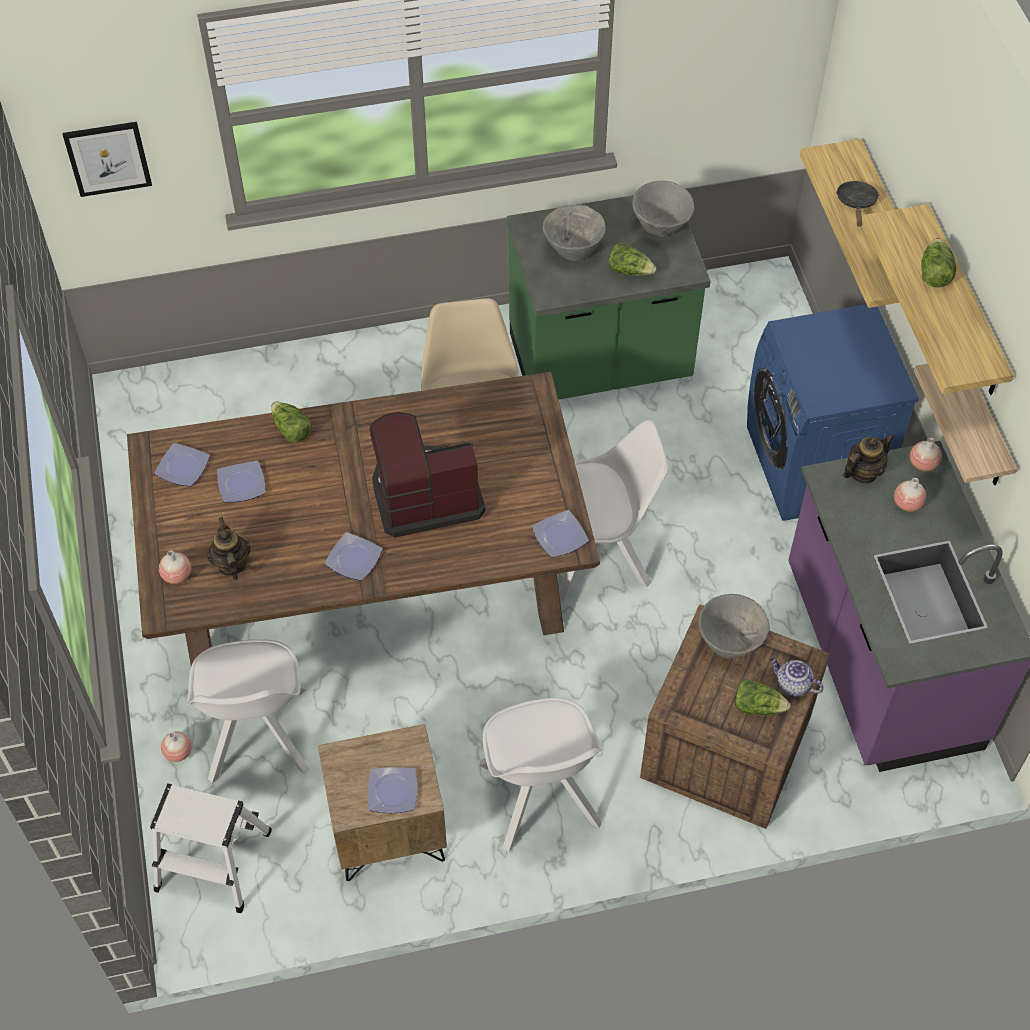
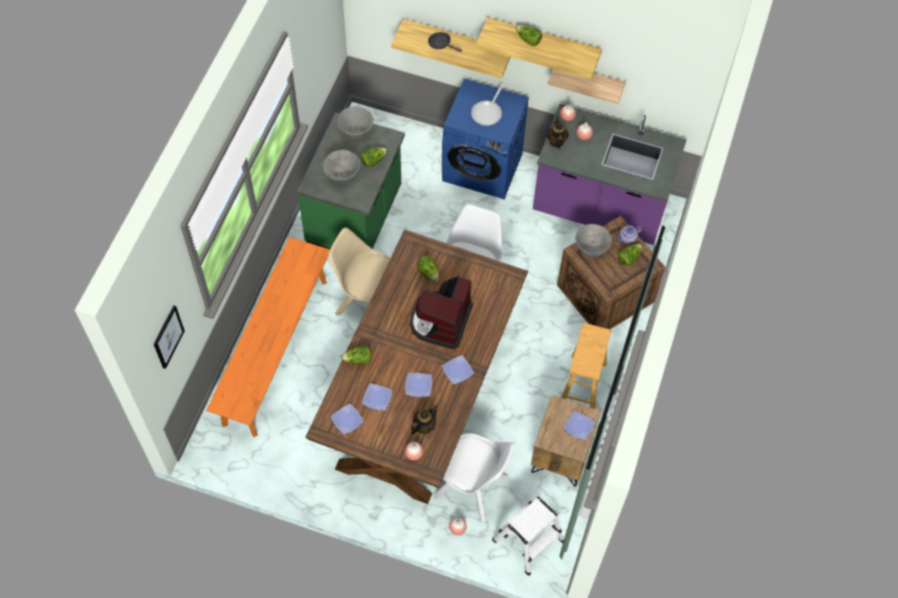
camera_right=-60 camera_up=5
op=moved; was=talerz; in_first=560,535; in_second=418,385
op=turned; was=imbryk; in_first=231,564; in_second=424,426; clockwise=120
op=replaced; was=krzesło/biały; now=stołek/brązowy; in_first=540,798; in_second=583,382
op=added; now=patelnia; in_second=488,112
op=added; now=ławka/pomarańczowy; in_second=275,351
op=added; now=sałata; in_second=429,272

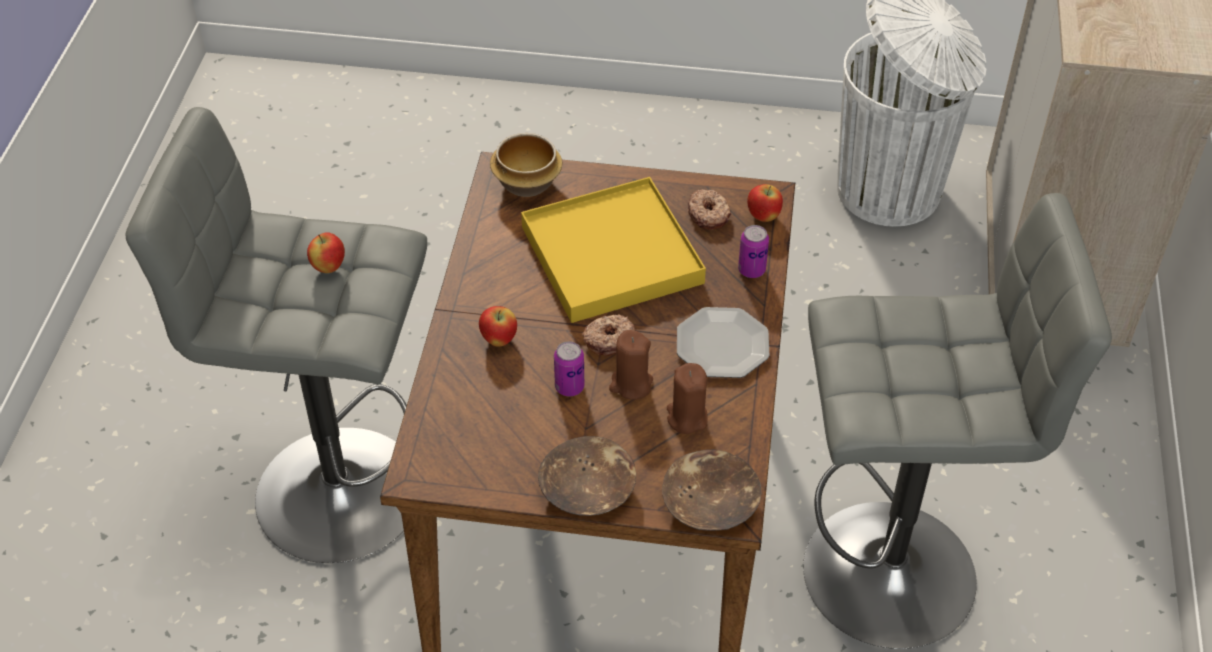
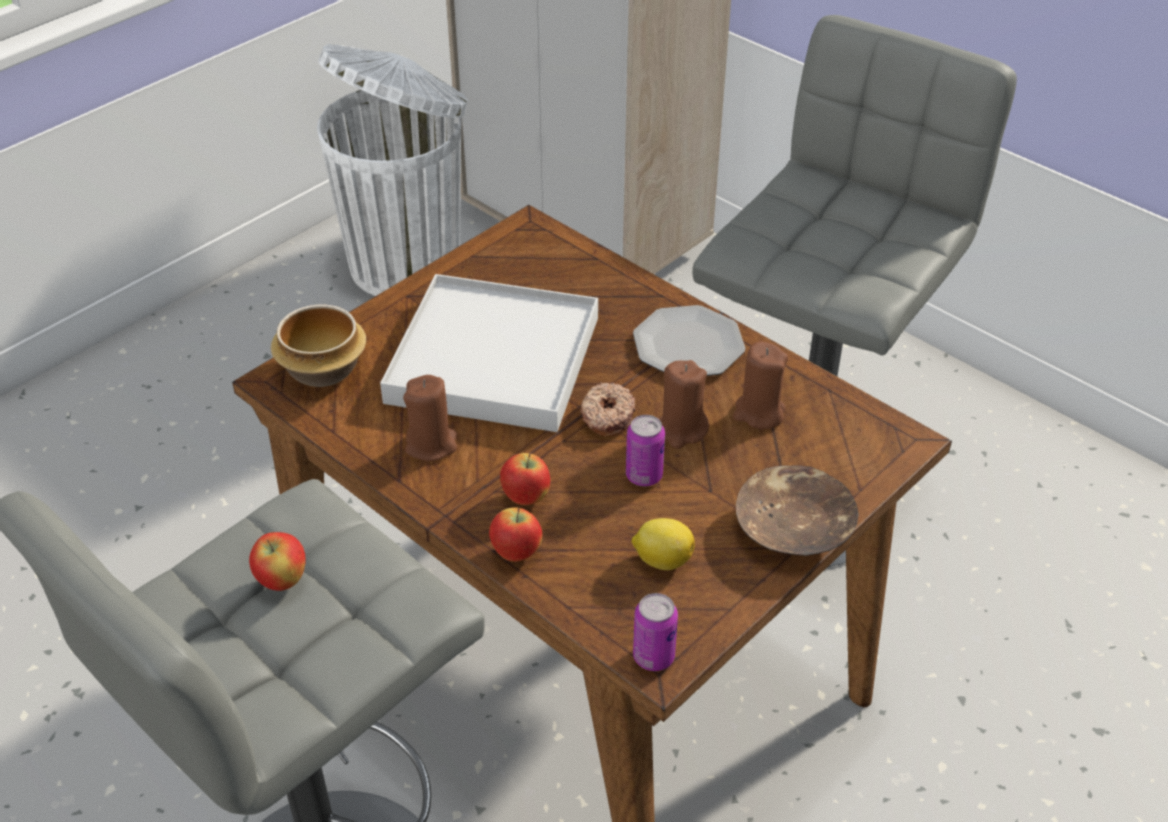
camera_right=-55 camera_up=-5
op=recoloured; was=taca/żółty; now=taca/biały; in_first=611,255; in_second=494,360
op=moved; was=jabłko; in_first=763,216; in_second=516,553
op=removed; was=donut; in_first=709,214
op=moved; was=puszka; in_first=751,270; in_second=653,657
op=removed; was=miska/brązowy; in_first=711,502
op=added; now=świeca/brązowy; in_second=431,444
op=added; now=cytryna; in_second=662,559

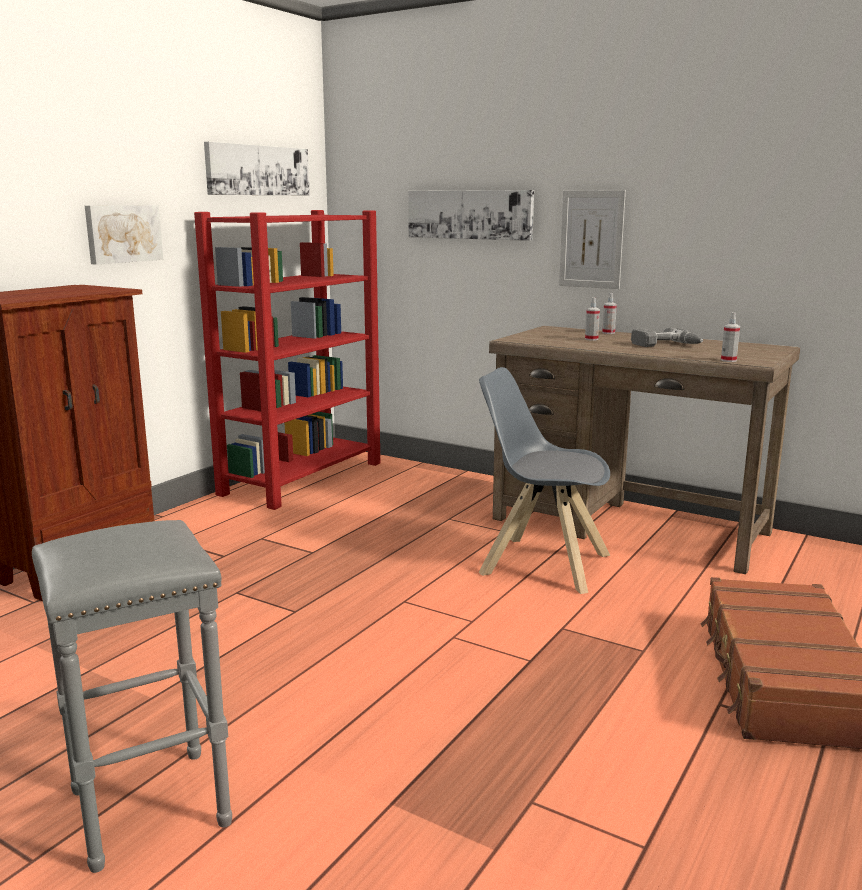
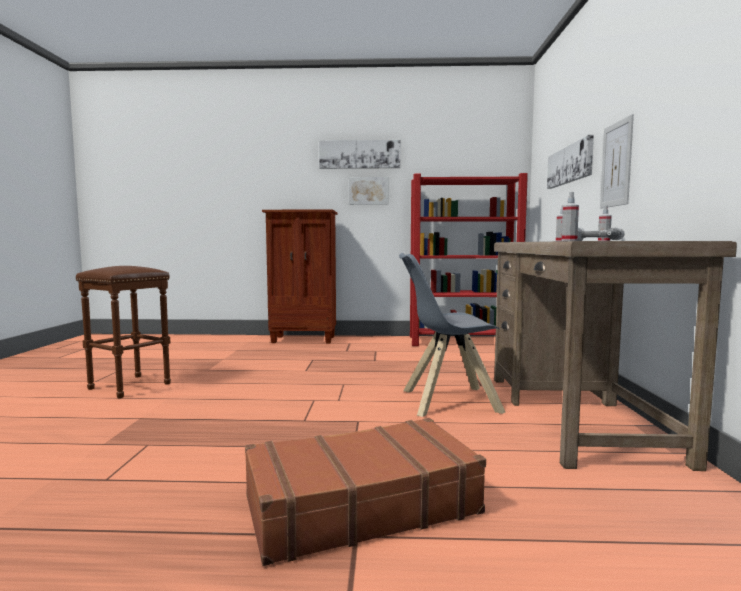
camera_right=60 camera_up=-10
op=moved; was=obraz; in_first=258,170; in_second=359,154
op=turned; was=krzesło/szary; in_first=541,564; in_second=447,401; clockwise=-90
op=recoloured; was=stołek/szary; now=stołek/brązowy; in_first=147,809; in_second=127,386

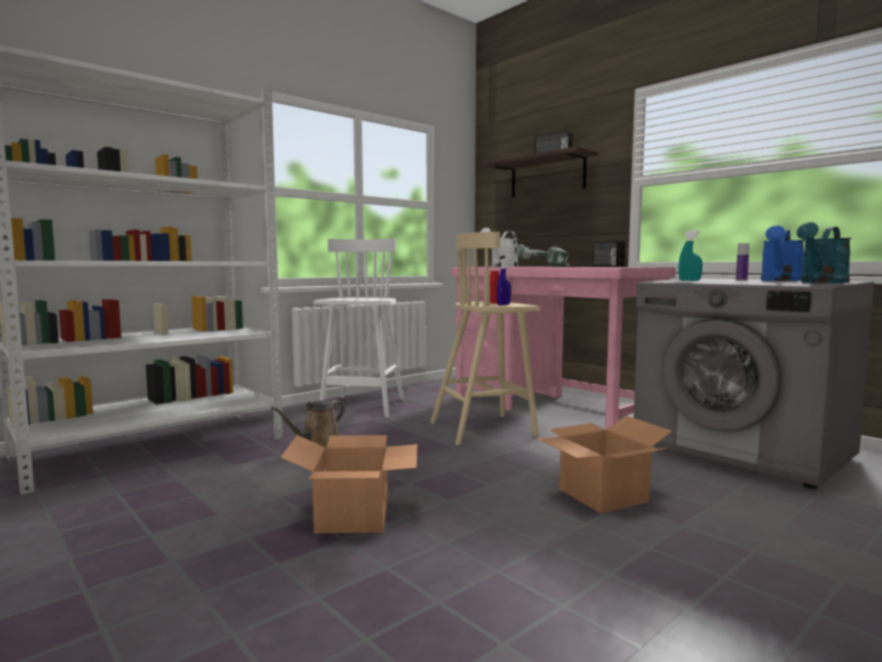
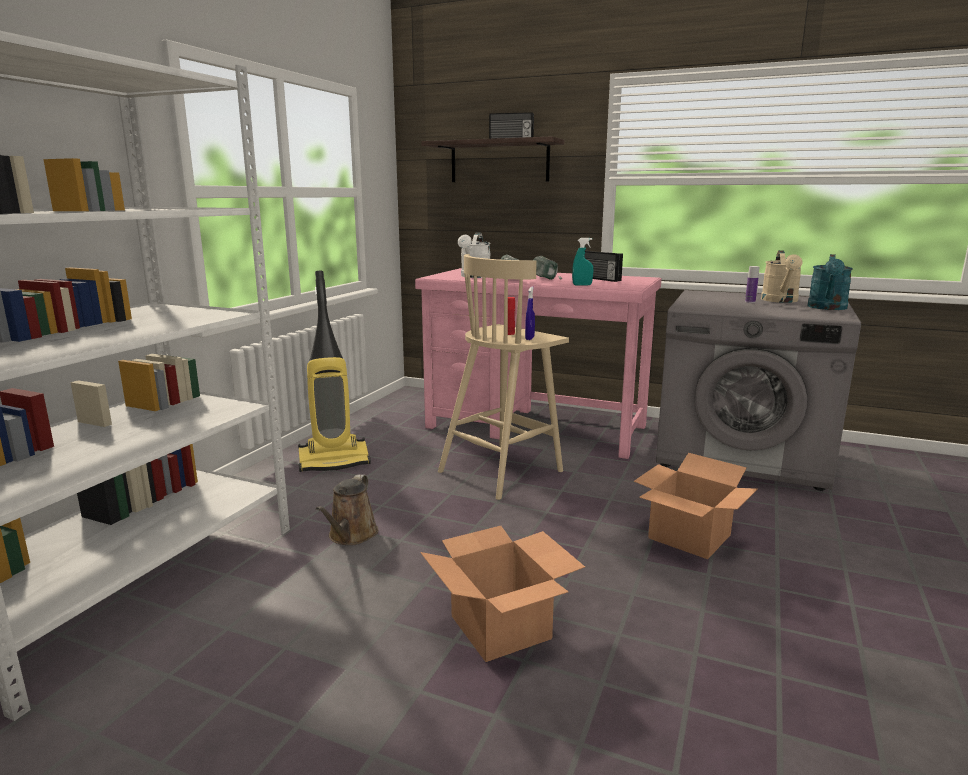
camera_right=-25 camera_up=10
op=recoloured; was=konewka/niebieski; now=konewka/beżowy; in_first=780,280; in_second=780,301
op=moved; was=spryskiwacz/turkusowy; in_first=689,280; in_second=582,285
op=replaced; was=stołek/biały; now=odkurzacz; in_first=362,407; in_second=334,461

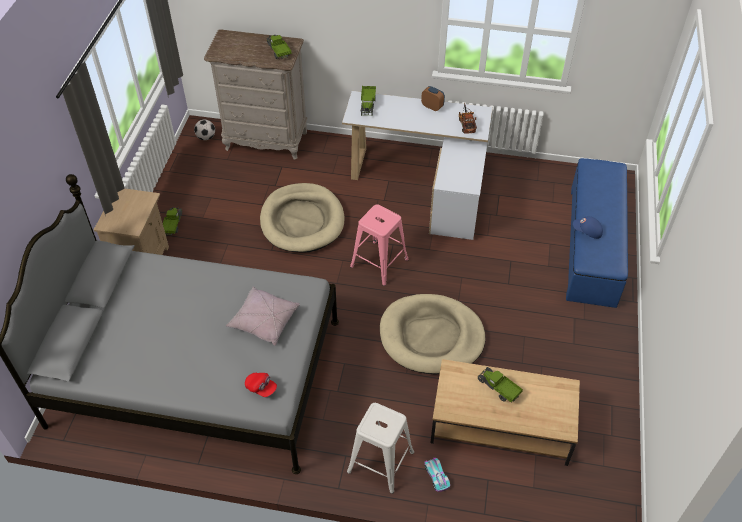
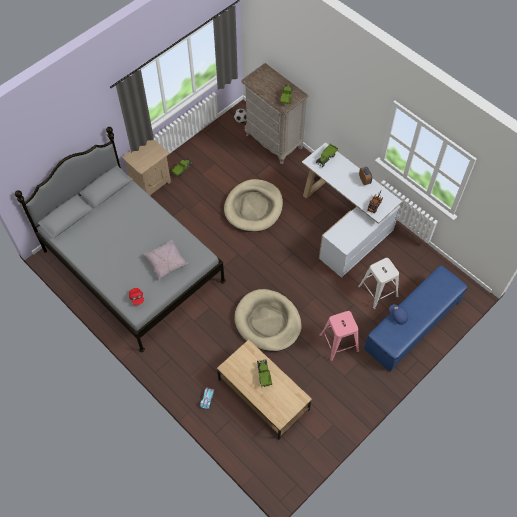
camera_right=35 camera_up=10
op=moved; was=stołek/różowy; in_first=379,263; in_second=339,343
op=moved; was=stołek/biały; in_first=380,462; in_second=378,291

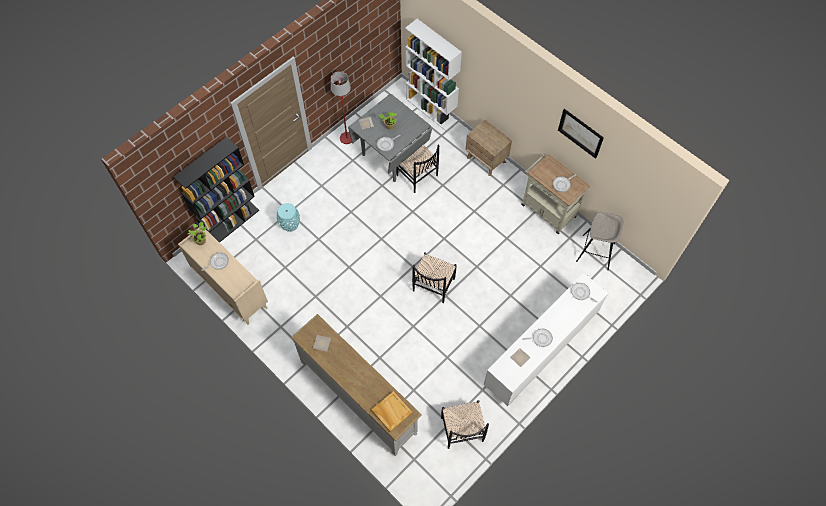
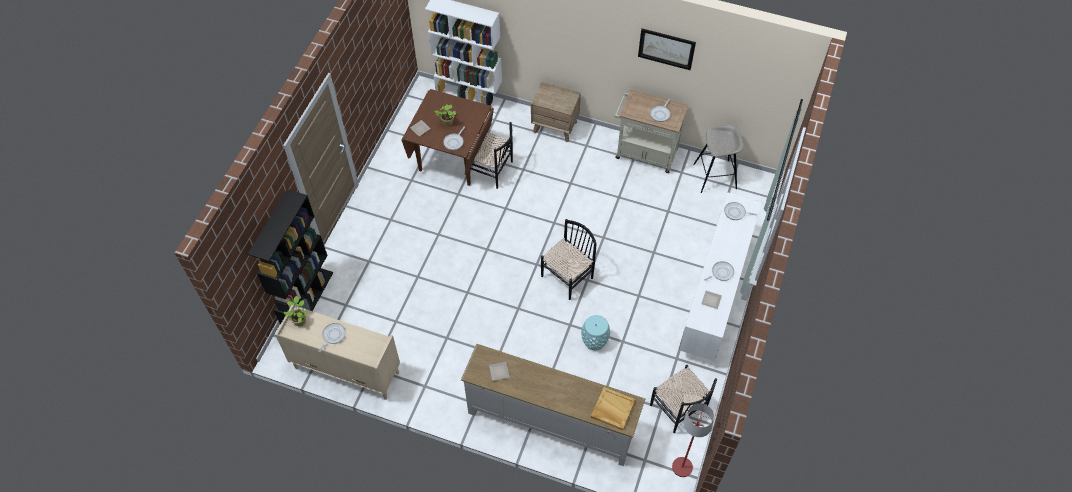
camera_right=-25 camera_up=-5
op=moved; was=lampa stojąca/czerwony; in_first=347,138; in_second=682,467
op=recoloured; was=stół jadalny/szary; now=stół jadalny/brązowy; in_first=391,157; in_second=452,161
op=moved; was=stołek/turkusowy; in_first=290,224; in_second=594,340
op=turned; was=krzesło/czarny; in_first=432,286; in_second=568,276; clockwise=-135

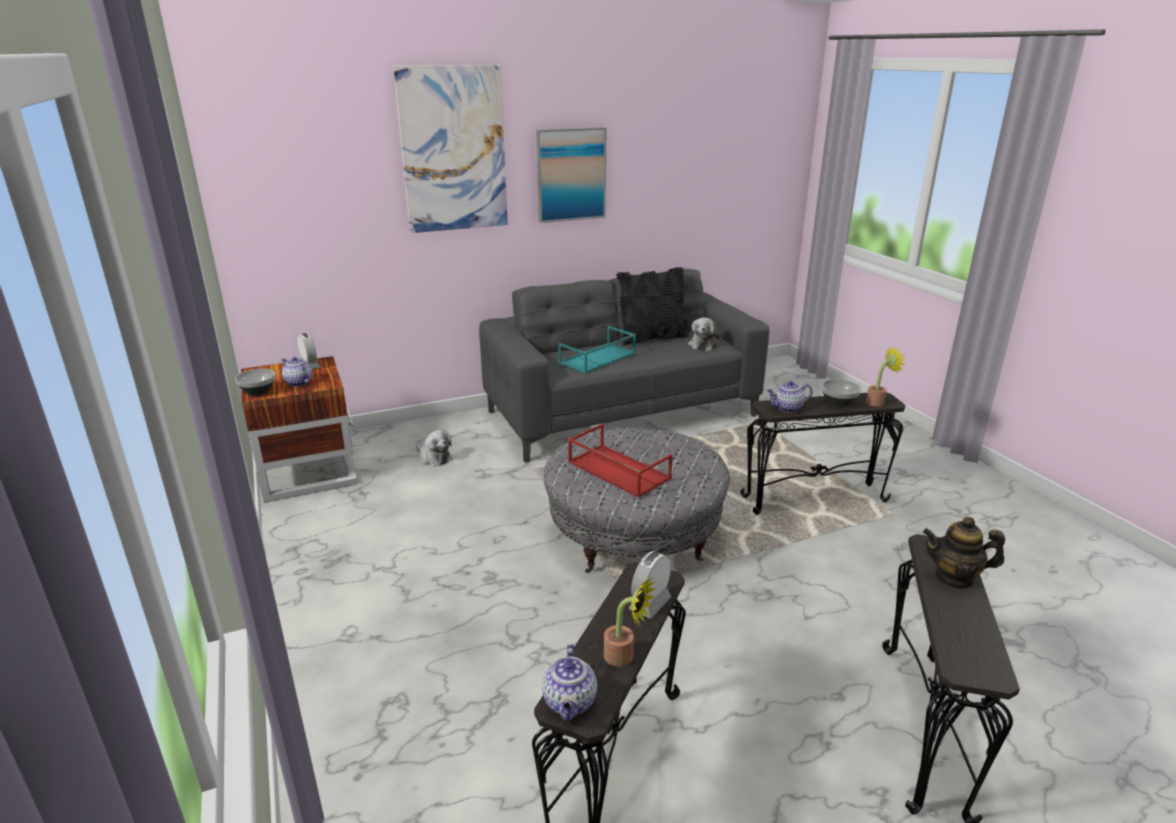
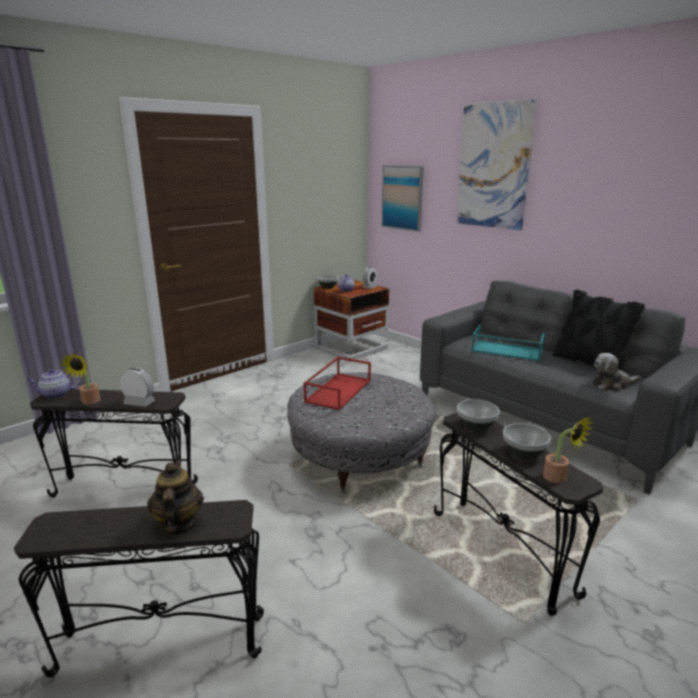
camera_right=70 camera_up=-5
op=moved; was=obraz; in_first=571,175; in_second=402,198
op=replaced; was=imbryk; now=miska; in_first=787,408; in_second=475,426
op=removed; was=pluszak; in_first=434,458

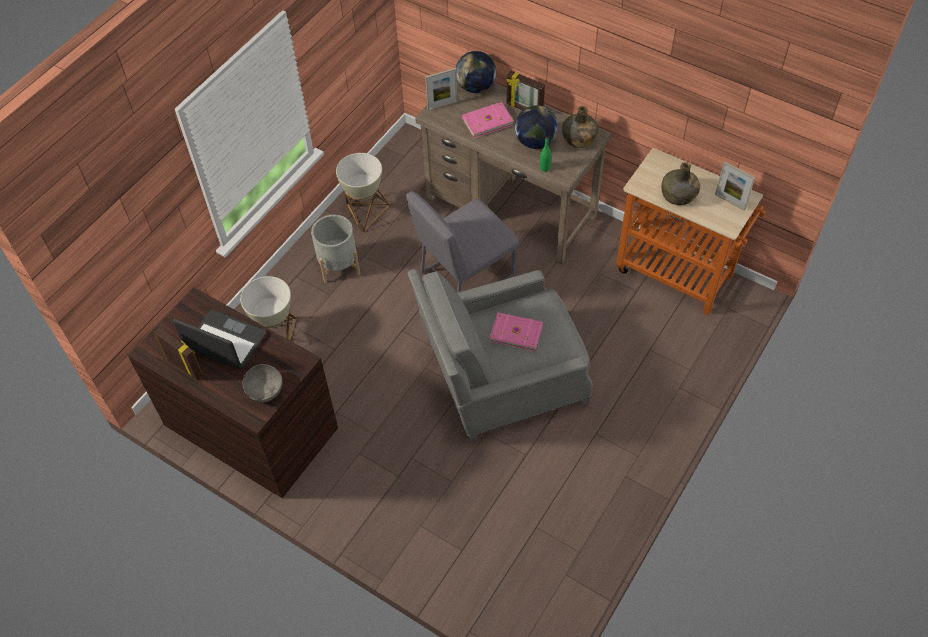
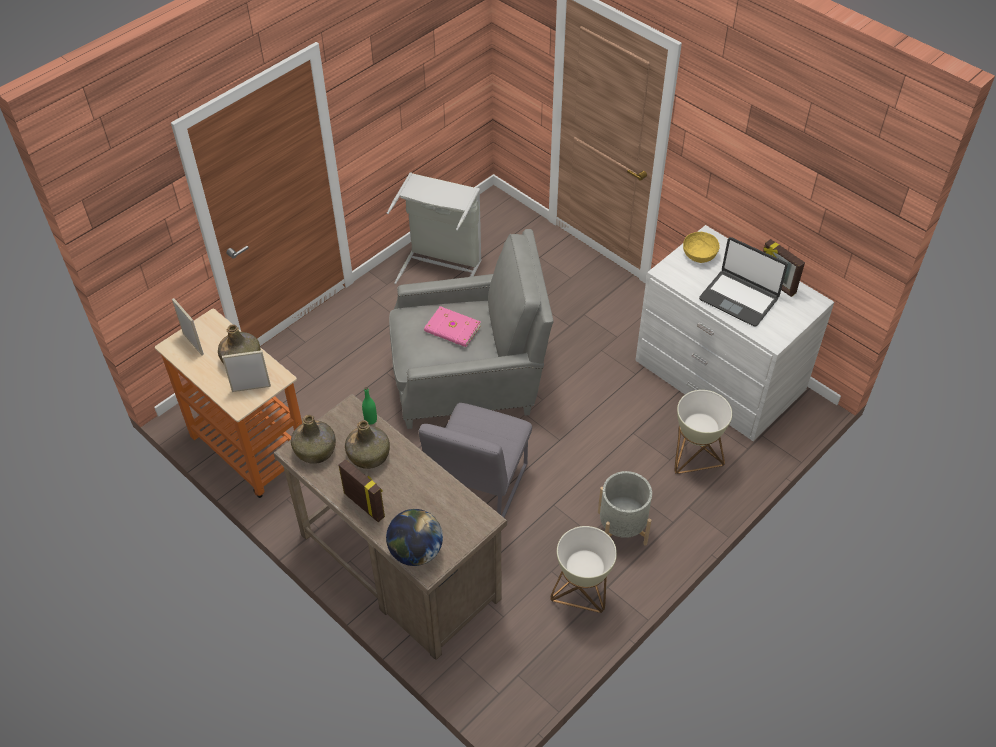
camera_right=-170 camera_up=-5
op=moved; was=ramka na zdjęcie; in_first=442,105; in_second=251,388
op=removed; was=książka/różowy; in_first=487,121
op=replaced; was=globus; now=butelka/zielony; in_first=535,142; in_second=369,455
op=turned; was=krzesło/szary; in_first=464,275; in_second=478,489; clockwise=135
op=recoloured; was=komoda/brązowy; now=komoda/biały; in_first=250,426; in_second=720,375
op=recoloured; was=miska/szary; now=miska/żółty; in_first=265,390; in_second=699,254
op=added; now=kosz na pranie/szary; in_second=441,266

